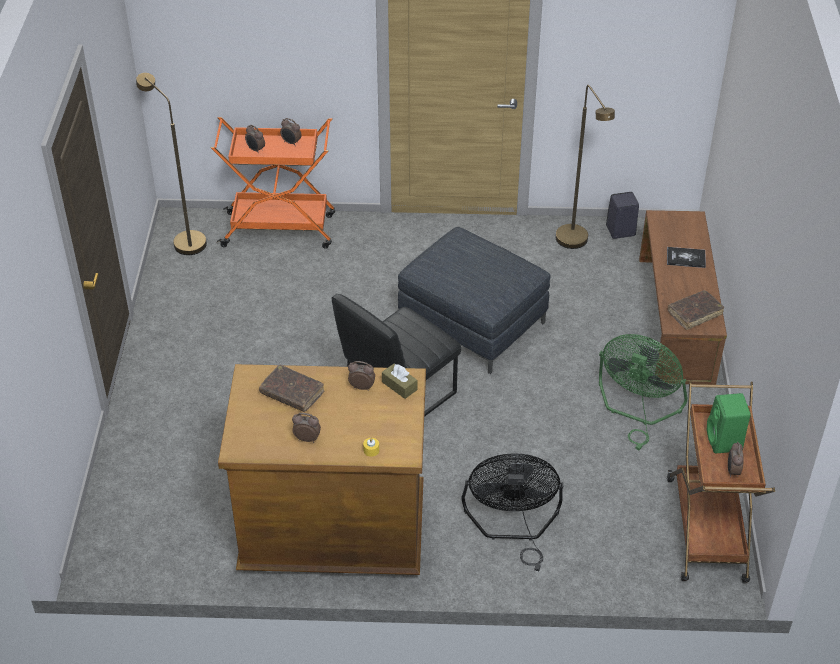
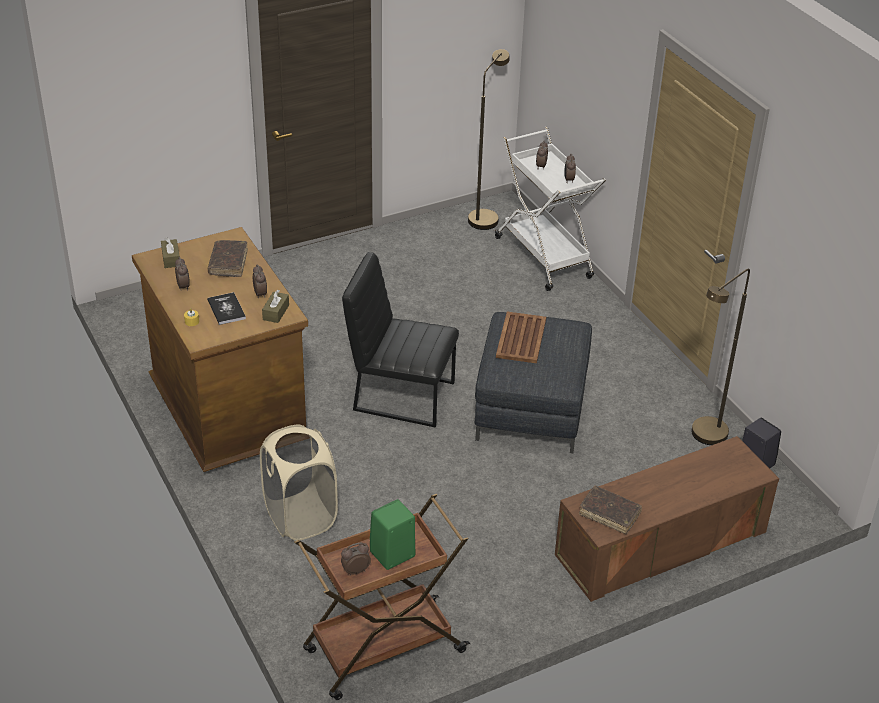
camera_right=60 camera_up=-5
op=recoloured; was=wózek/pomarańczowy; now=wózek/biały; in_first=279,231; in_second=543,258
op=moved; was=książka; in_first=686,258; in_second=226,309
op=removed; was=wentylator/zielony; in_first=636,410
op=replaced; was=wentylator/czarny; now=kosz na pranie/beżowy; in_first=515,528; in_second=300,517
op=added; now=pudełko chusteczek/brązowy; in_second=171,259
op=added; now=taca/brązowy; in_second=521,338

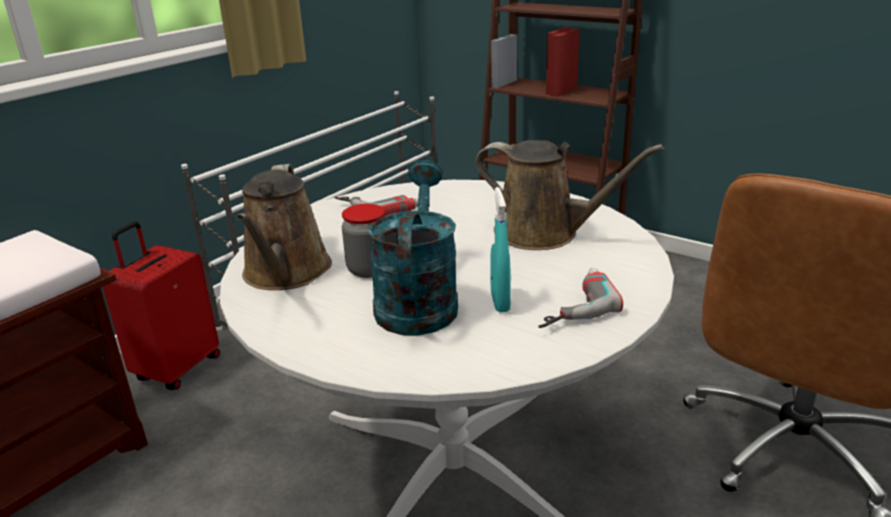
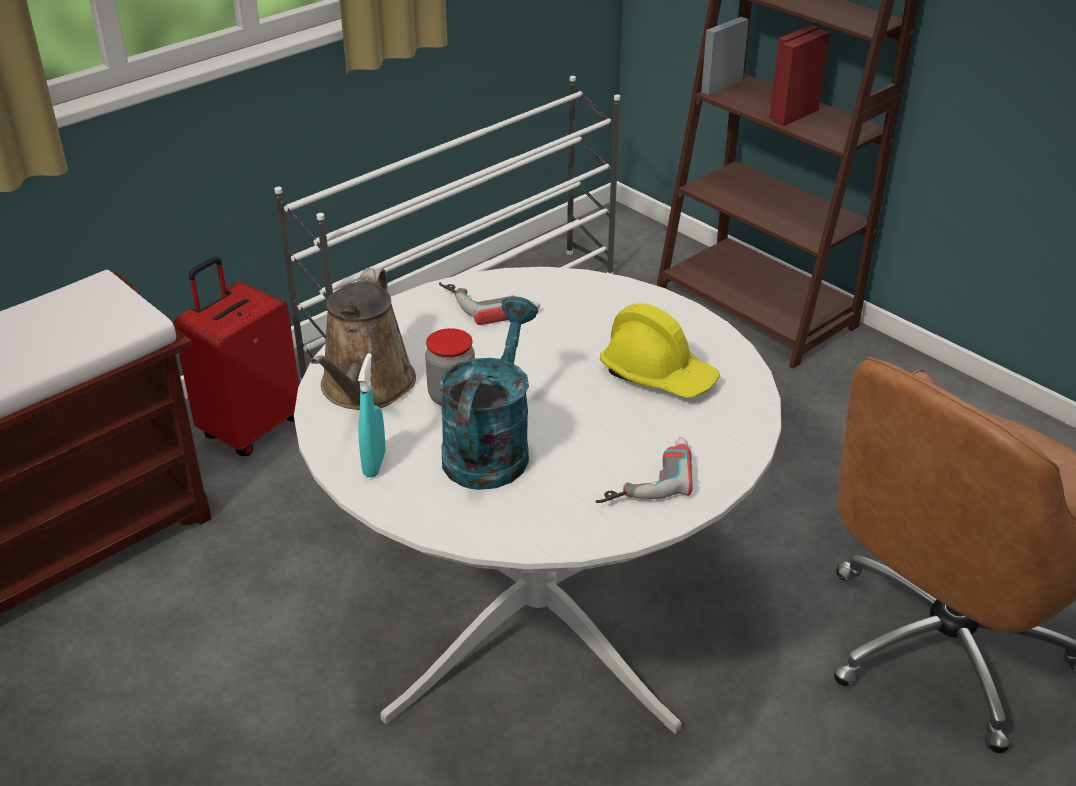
camera_right=10 camera_up=10
op=replaced; was=konewka/brązowy; now=kask/żółty; in_first=544,234; in_second=658,375
op=moved; was=spryskiwacz/turkusowy; in_first=500,302; in_second=374,464

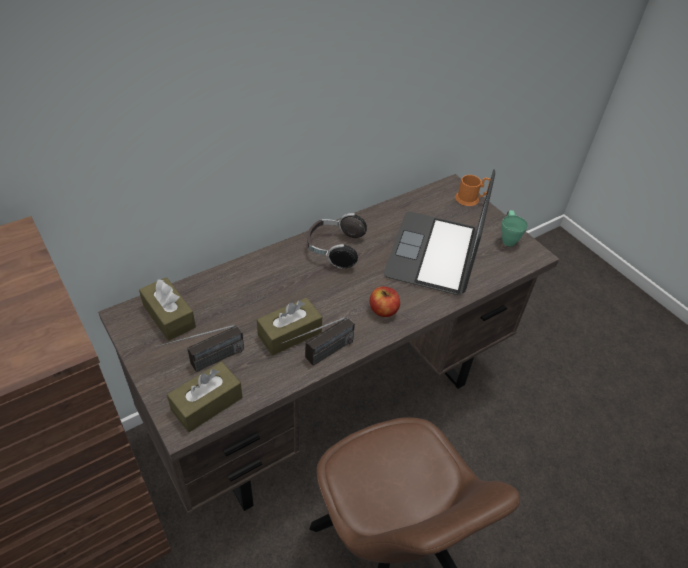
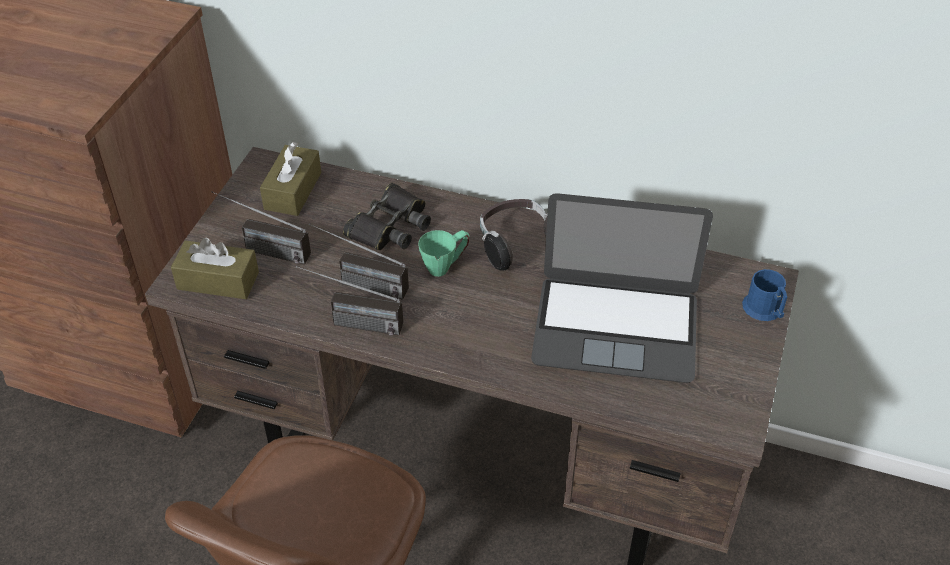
camera_right=55 camera_up=0
op=turned; was=laptop; in_first=434,253; in_second=616,328; clockwise=-150
op=recoloured; was=kubek/pomarańczowy; now=kubek/niebieski; in_first=470,199; in_second=765,310
op=moved; was=kubek/zielony; in_first=507,238; in_second=445,266
op=removed; was=jabłko; in_first=383,310
op=replaced; was=pudełko chusteczek/brązowy; now=radio; in_first=289,334; in_second=357,283
op=added; now=lornetka/czarny; in_second=390,226

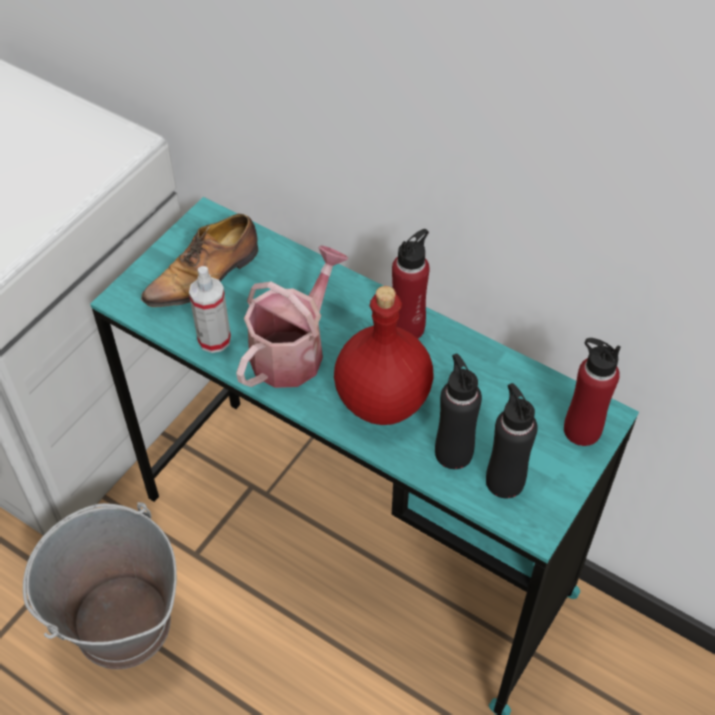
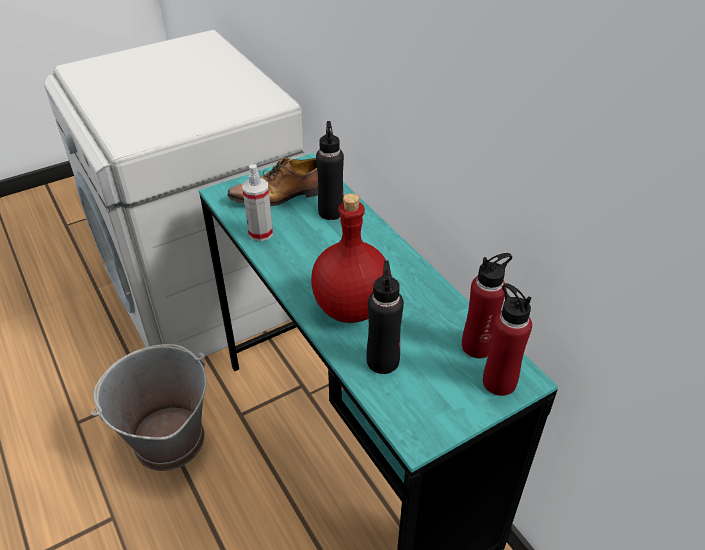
camera_right=25 camera_up=-10
op=moved; was=butelka/czerwony; in_first=407,328; in_second=477,346
op=removed; was=konewka; in_first=293,350
op=moved; was=butelka/czarny; in_first=504,481; in_second=331,212

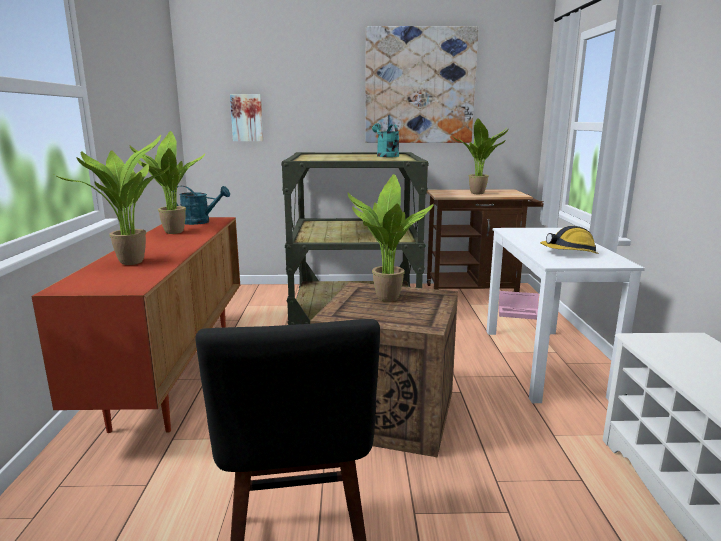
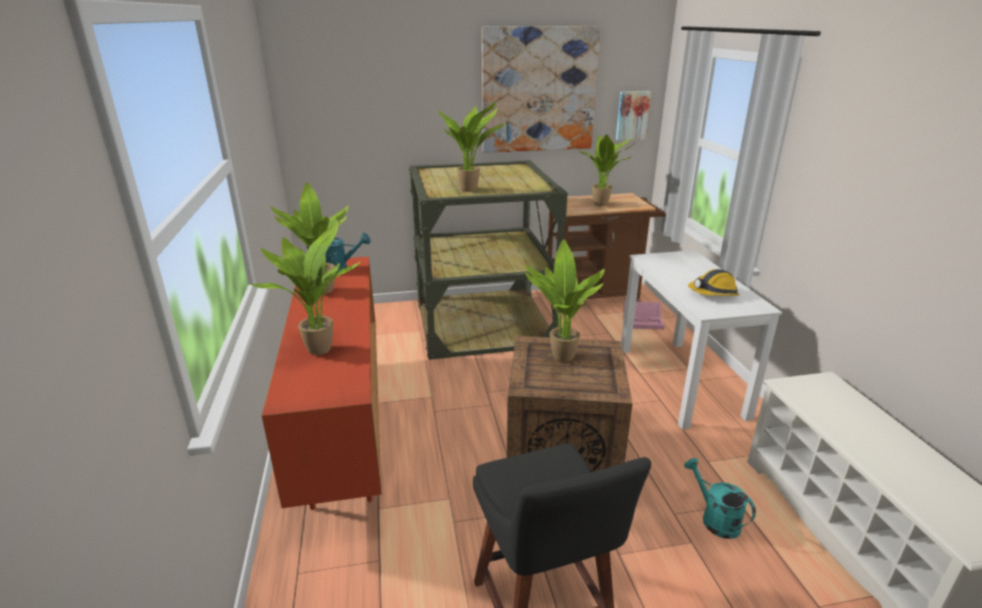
camera_right=-10 camera_up=10
op=moved; was=obraz; in_first=247,118; in_second=632,115
op=moved; was=konewka/turkusowy; in_first=385,156; in_second=714,518
op=added; now=roślina doniczkowa; in_second=471,189

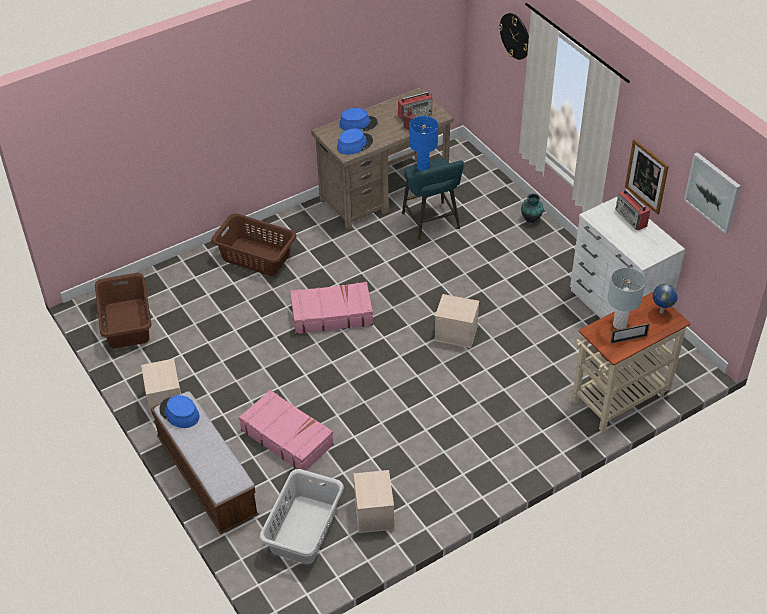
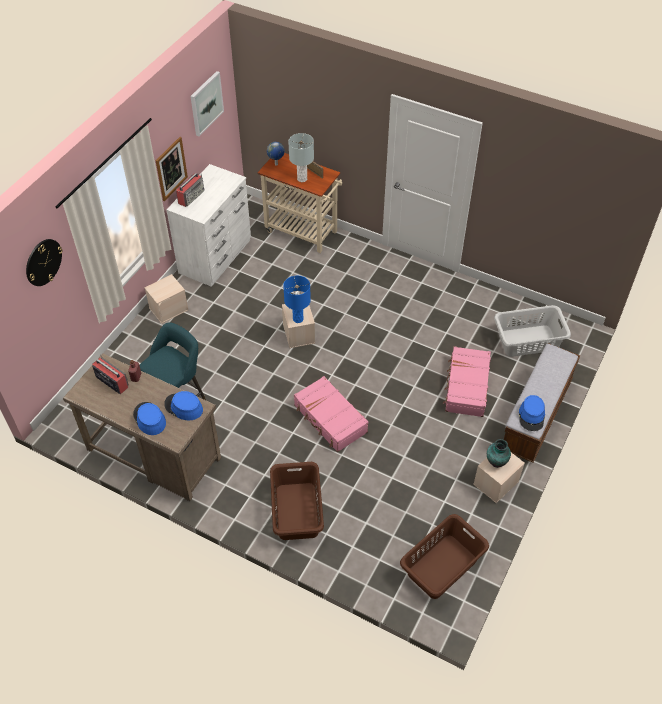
camera_right=-120 camera_up=5
op=moved; was=lampa stołowa/niebieski; in_first=423,168; in_second=298,319
op=moved; was=wazon; in_first=531,219; in_second=496,461
op=moved; was=pojemnik do przechowywania/beżowy; in_first=375,514; in_second=169,308

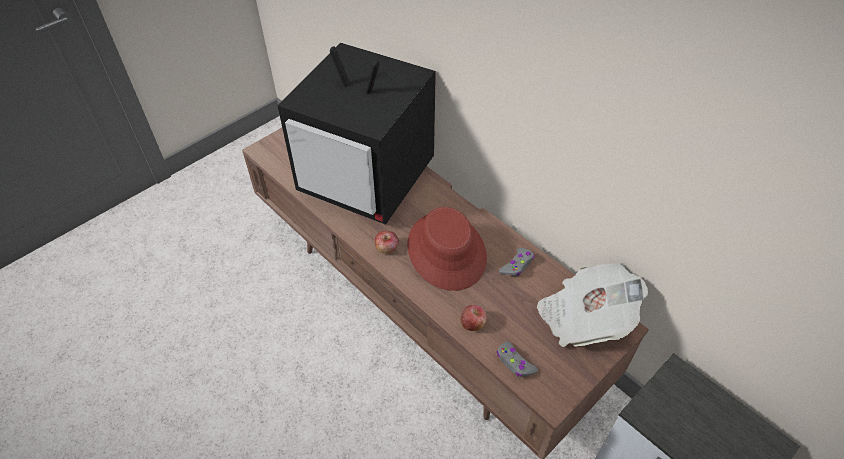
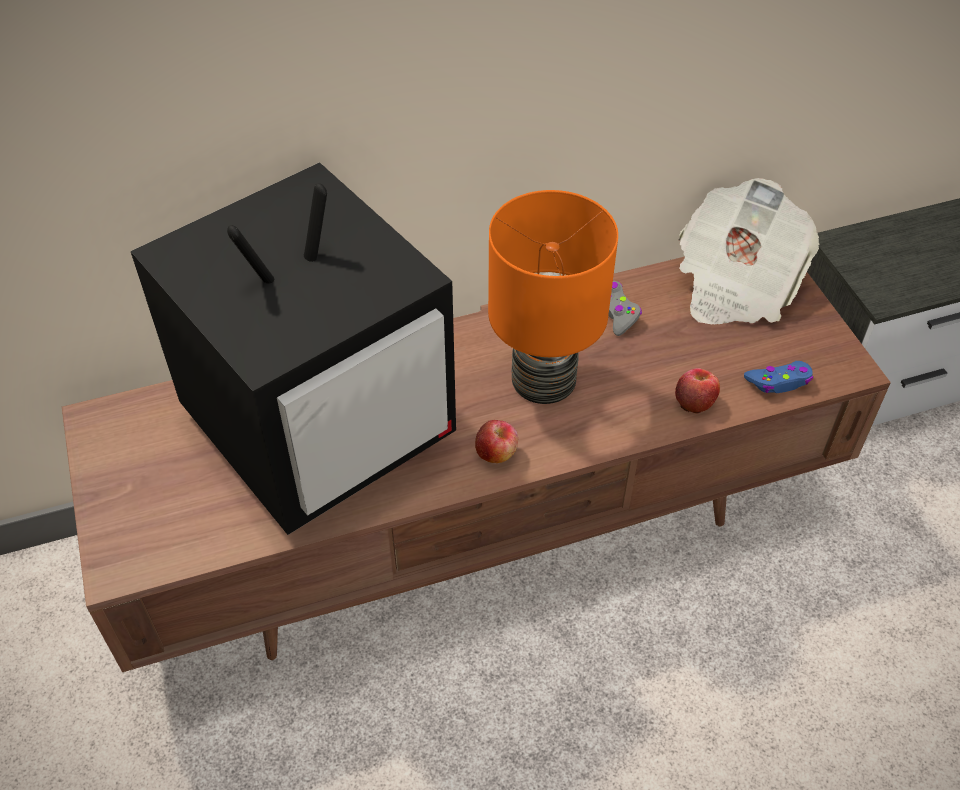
camera_right=-65 camera_up=0
op=replaced; was=kapelusz/czerwony; now=lampa stołowa/pomarańczowy; in_first=447,251; in_second=544,380
op=recoloured; was=pad do gier/szary; now=pad do gier/niebieski; in_first=514,363; in_second=779,382

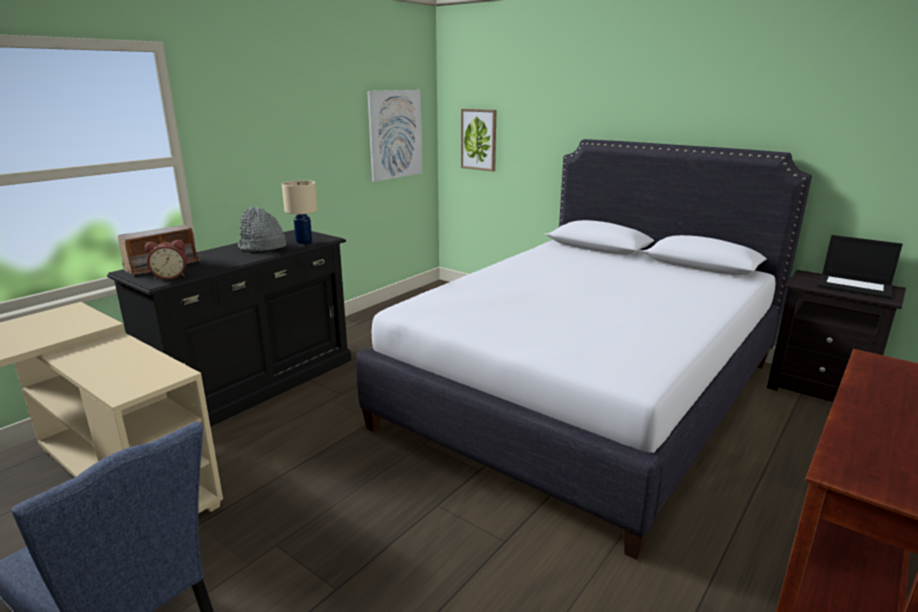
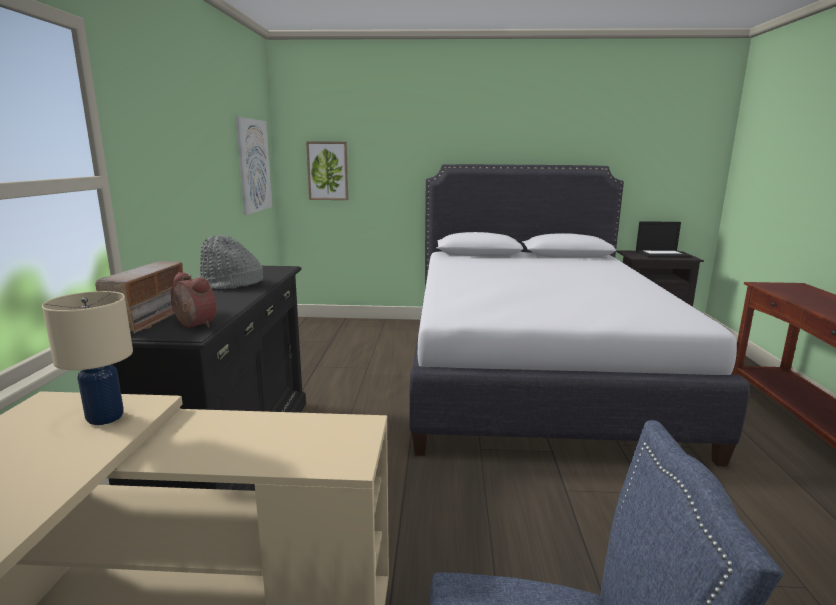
camera_right=-35 camera_up=-5
op=moved; was=lampa stołowa/beżowy; in_first=304,242; in_second=104,418
op=turned; was=budzik; in_first=170,276; in_second=193,325; clockwise=-90

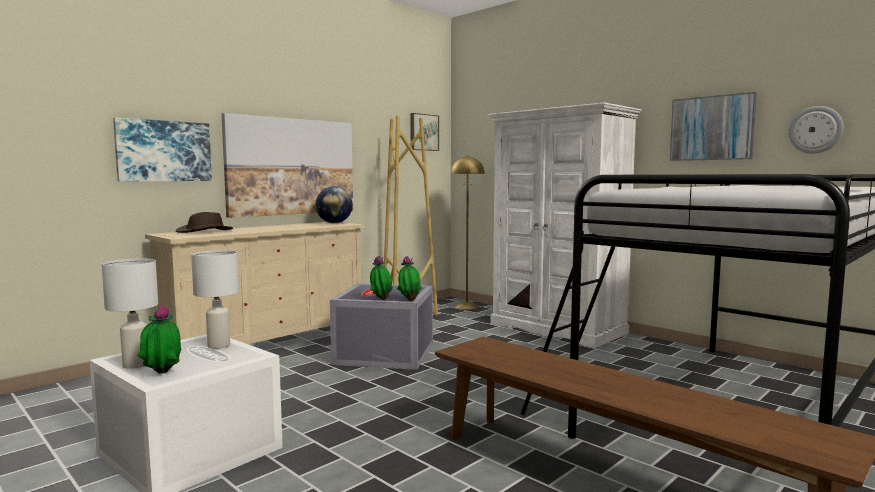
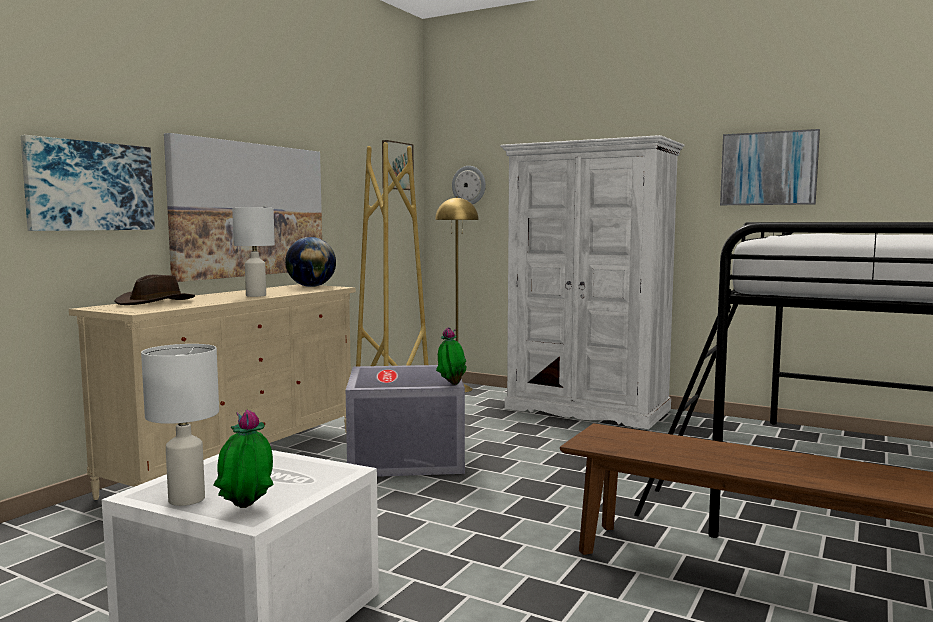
camera_right=-15 camera_up=0
op=moved; was=zegar ścienny; in_first=815,130; in_second=469,185
op=moved; was=lampa stołowa/biały; in_first=218,345; in_second=255,295
op=removed; was=roślina doniczkowa; in_first=380,299

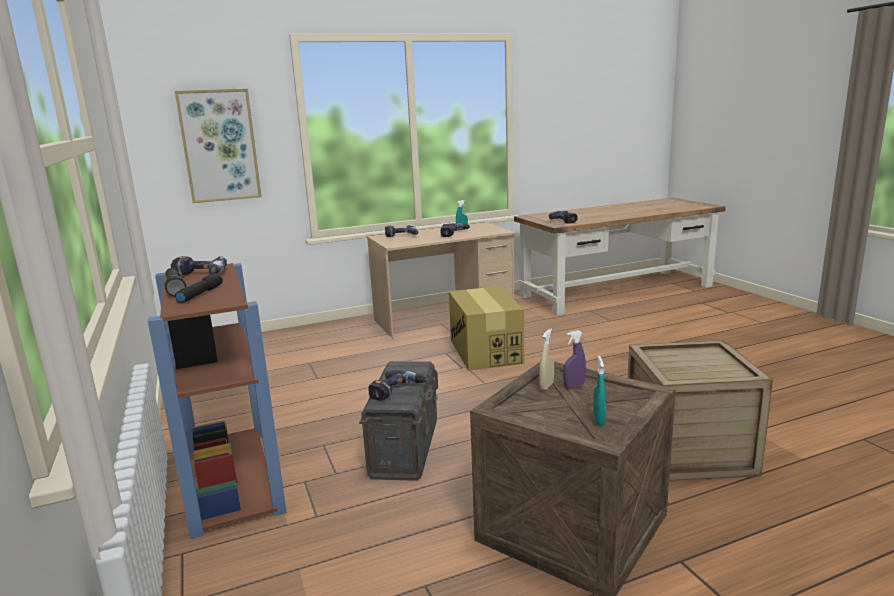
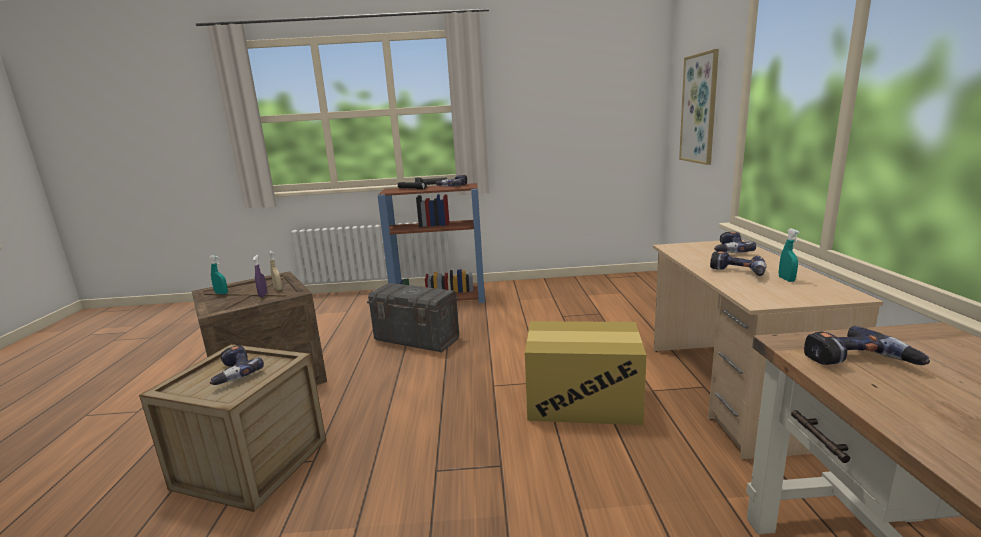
camera_right=110 camera_up=0
op=moved; was=wiertarka; in_first=397,392; in_second=233,373

